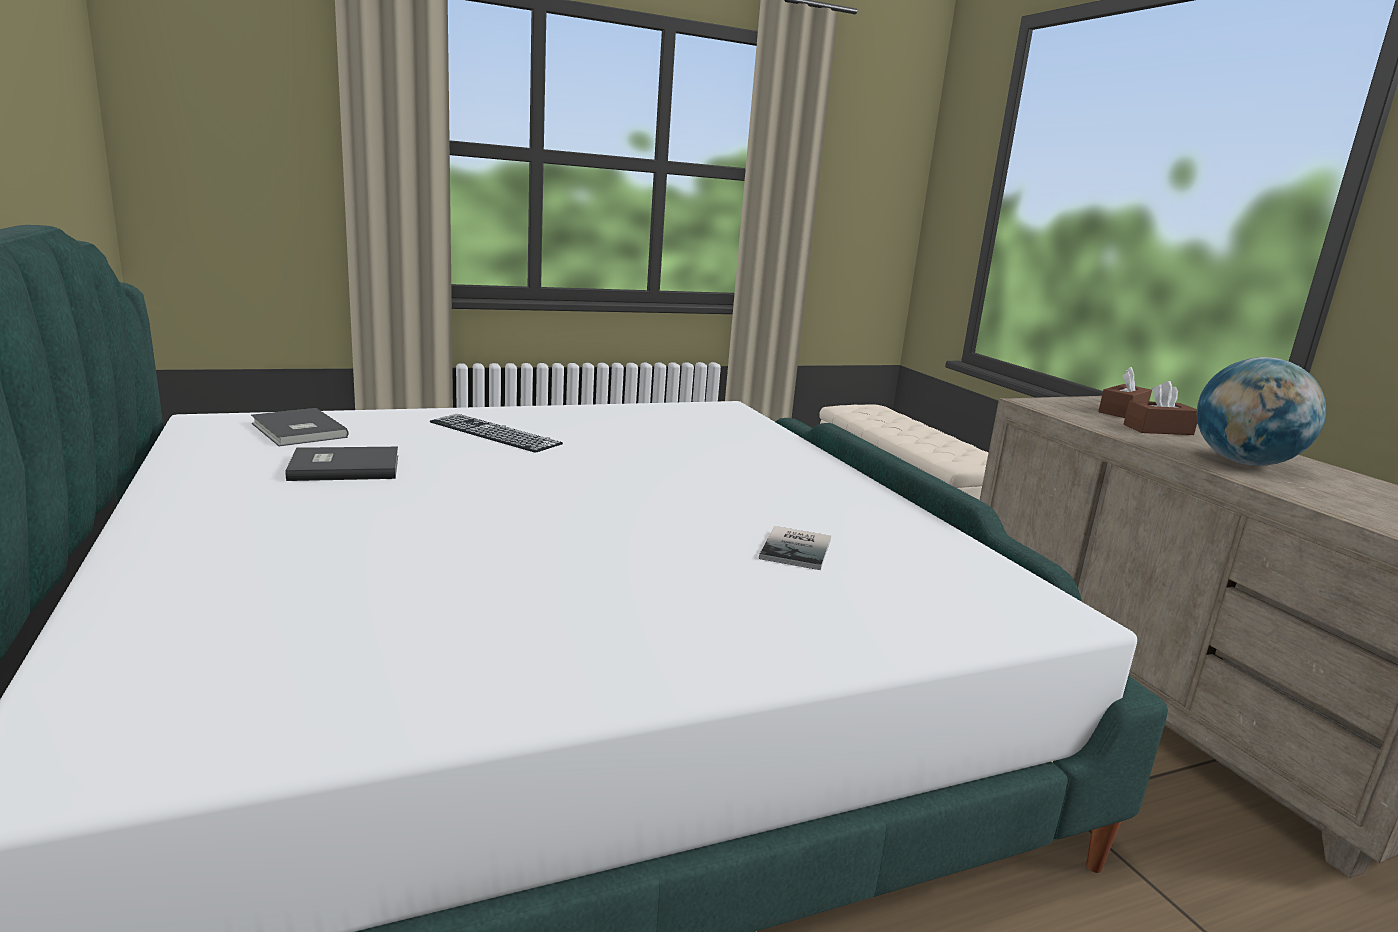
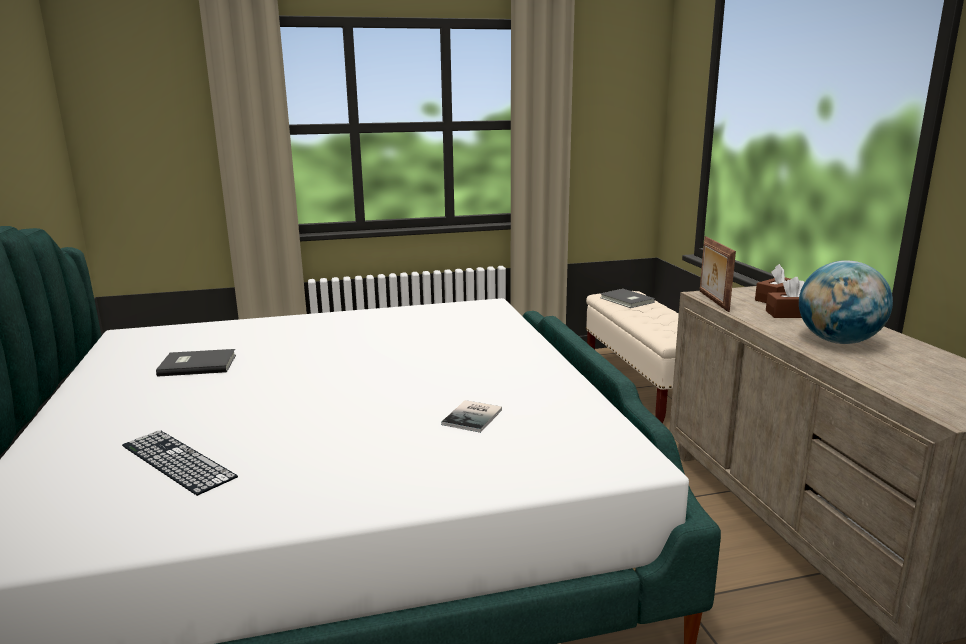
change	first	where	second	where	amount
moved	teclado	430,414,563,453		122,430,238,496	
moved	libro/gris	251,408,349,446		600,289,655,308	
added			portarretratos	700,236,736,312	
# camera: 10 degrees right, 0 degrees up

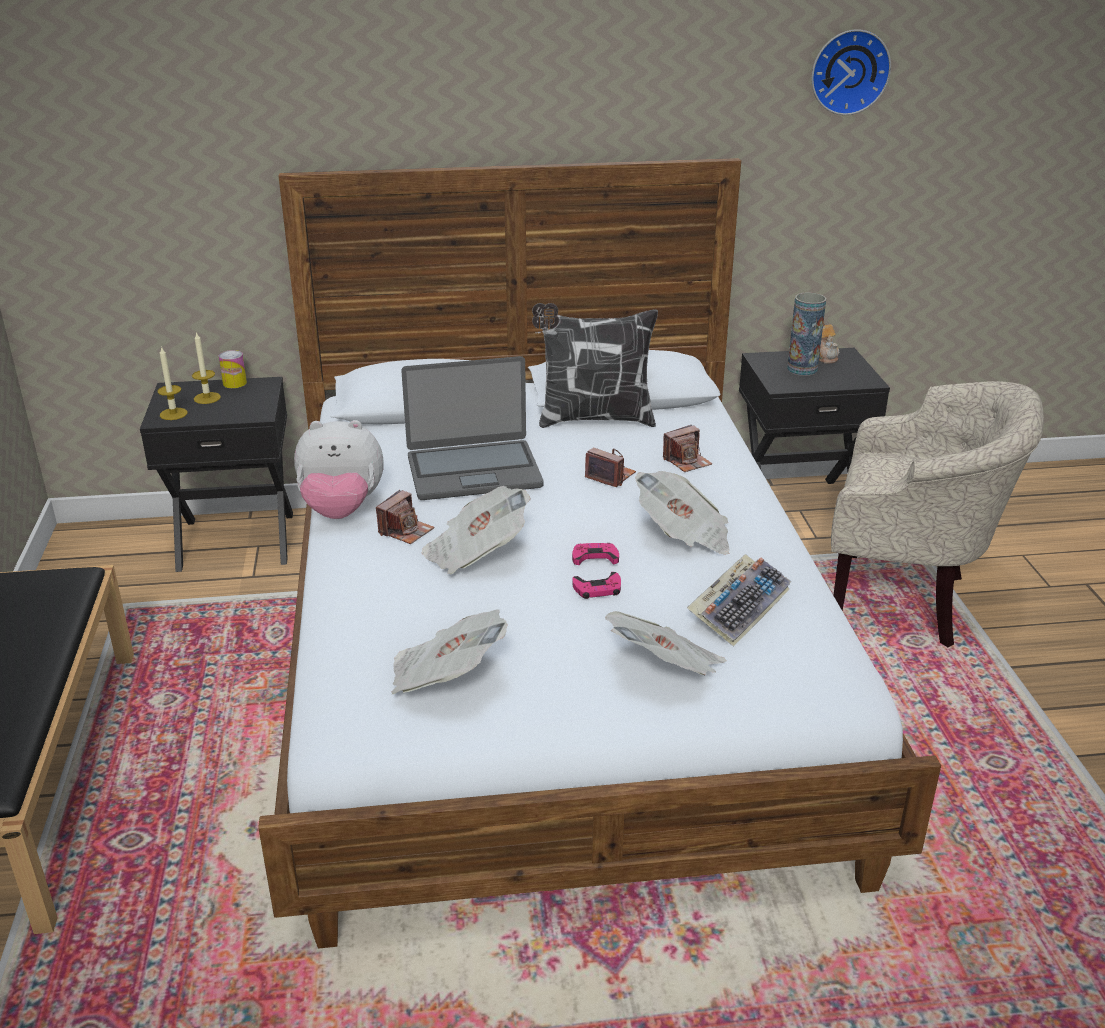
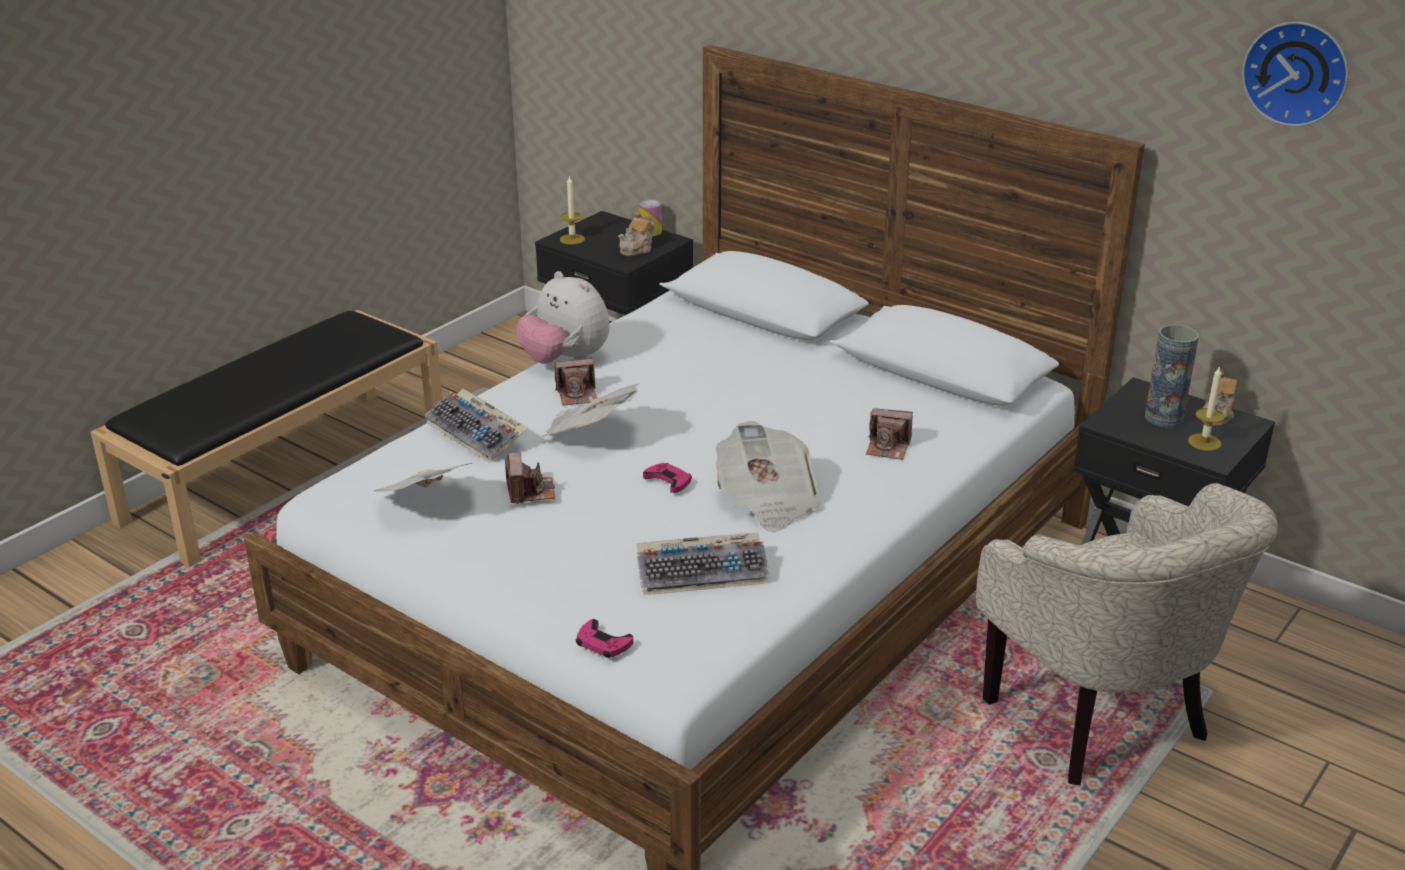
change	first	where	second	where	amount
added			teclado	425,389,528,463	
moved	cámara	585,448,636,487		505,452,555,504	
moved	mando de consola/rosa	572,572,621,599		576,619,633,658	
added			tetera	618,211,655,256	
moved	vela	192,332,221,404		1188,365,1224,451	
removed	portátil	401,356,544,500			
removed	cojín	532,303,658,428			
removed	periódico	605,611,727,675			
# camera: 45 degrees right, 0 degrees up

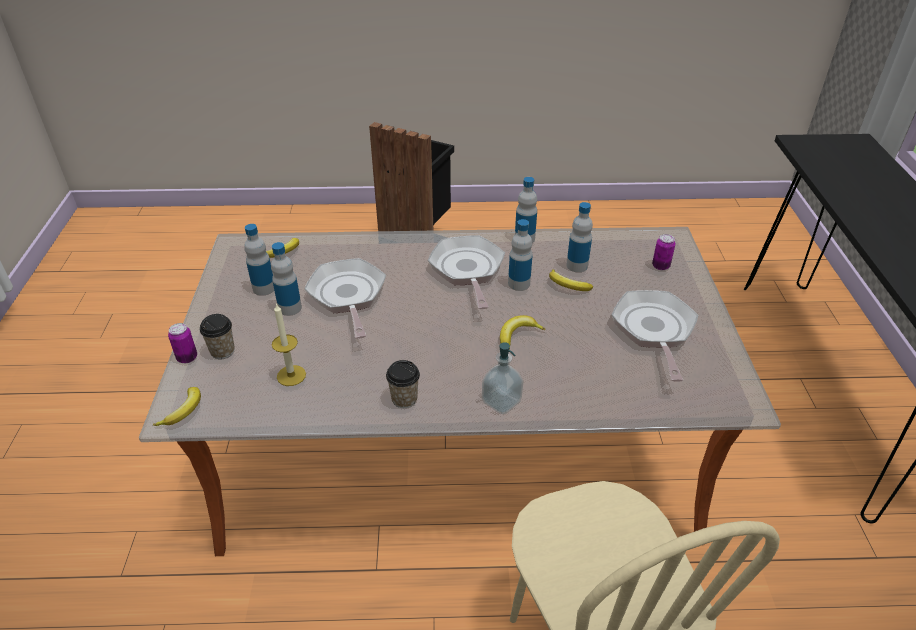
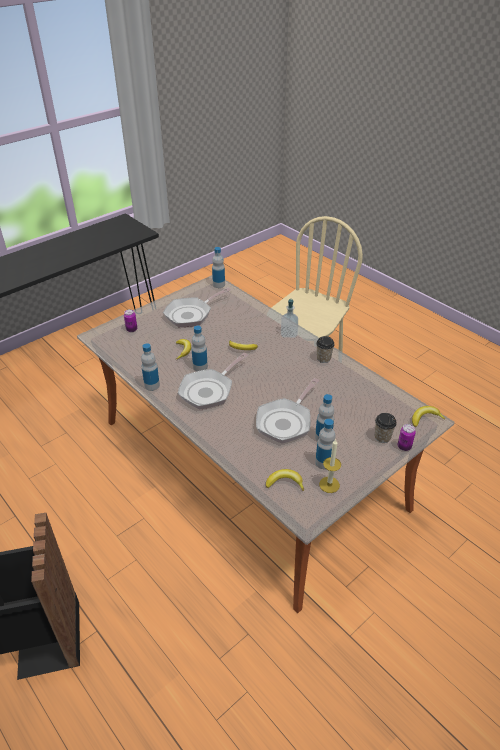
change	first	where	second	where	amount
moved	botella	566,202,593,272		212,247,225,288	
moved	vela	272,303,306,386		319,439,341,493	
# camera: 130 degrees left, 0 degrees up

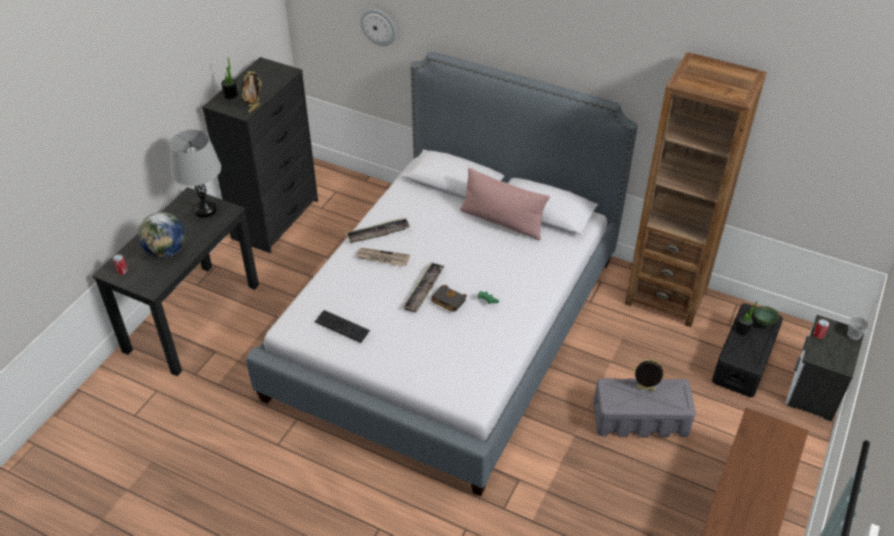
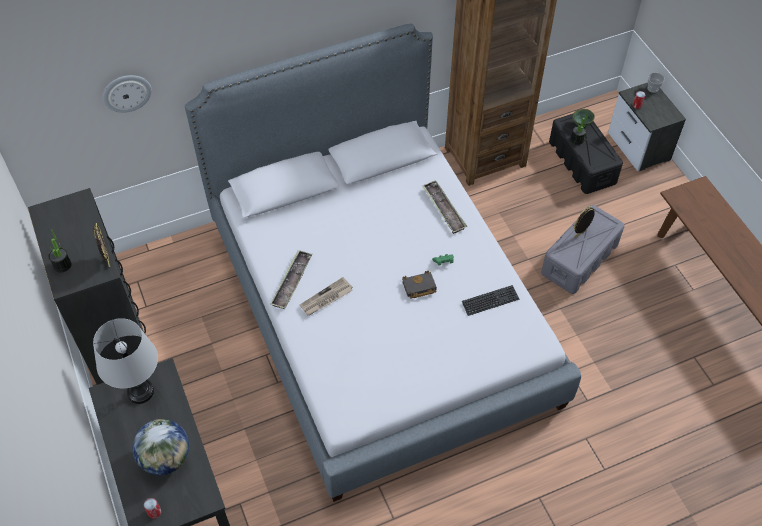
change	first	where	second	where	amount
moved	bandeja	403,262,445,313		422,180,467,234	
moved	teclado	315,310,370,343		462,285,519,316	
removed	cojín/rosa	460,168,550,240			
# camera: 50 degrees left, 10 degrees up

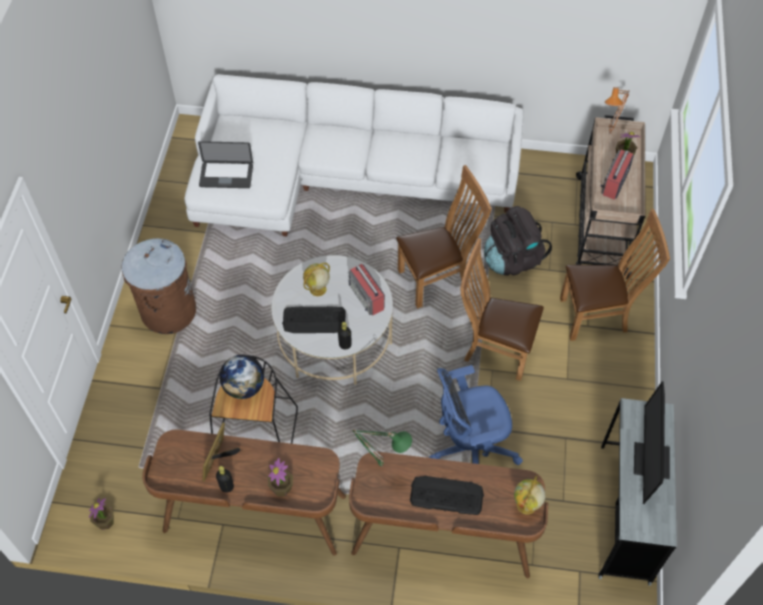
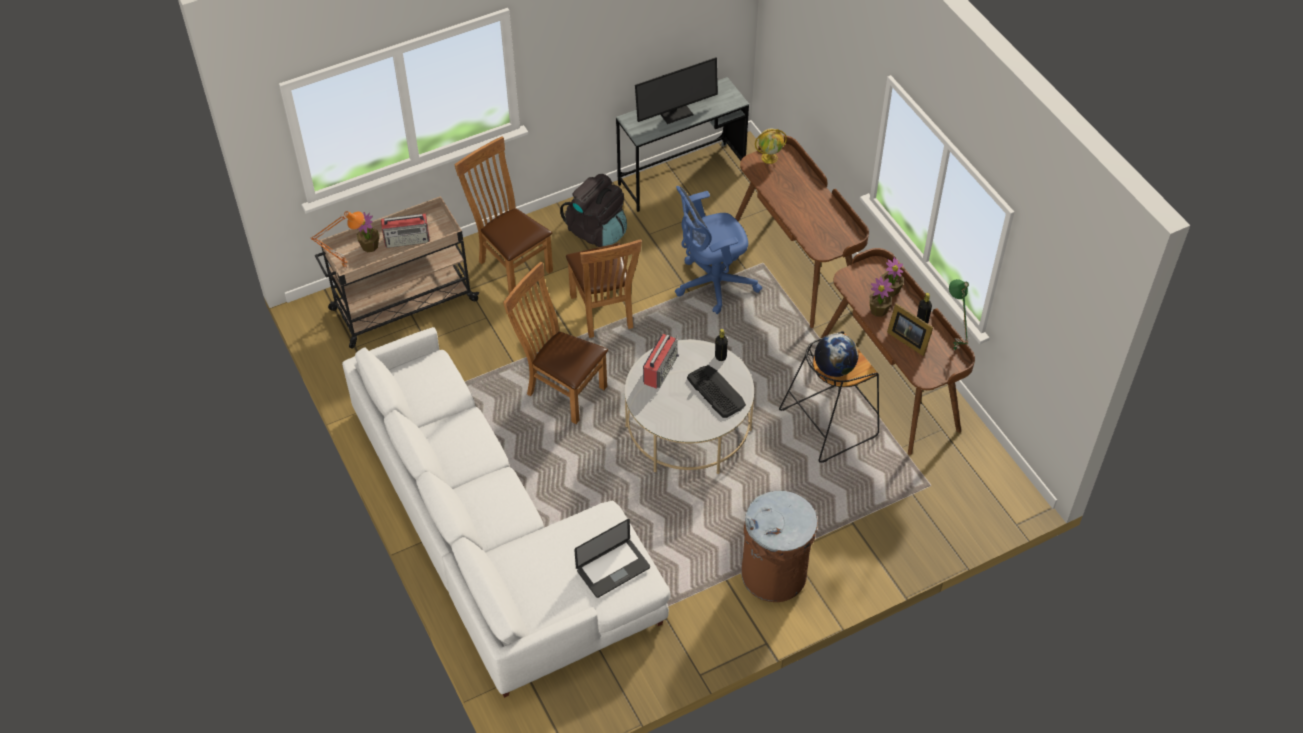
change	first	where	second	where	amount
moved	mochila/negro	484,206,552,275		560,174,627,247	
turned	portátil	198,141,253,188		574,519,650,598	90 degrees clockwise
turned	silla de oficina/azul	429,365,523,465		675,186,762,314	120 degrees clockwise
moved	planta en maceta	89,498,114,530		869,277,894,317	
turned	portarretratos	202,423,241,482		887,304,933,356	60 degrees clockwise
moved	lámpara de mesa/verde	352,429,412,467		949,279,969,351	
removed	globo terráqueo	303,263,330,296			
removed	teclado	410,476,484,515			
# camera: 125 degrees left, 5 degrees down

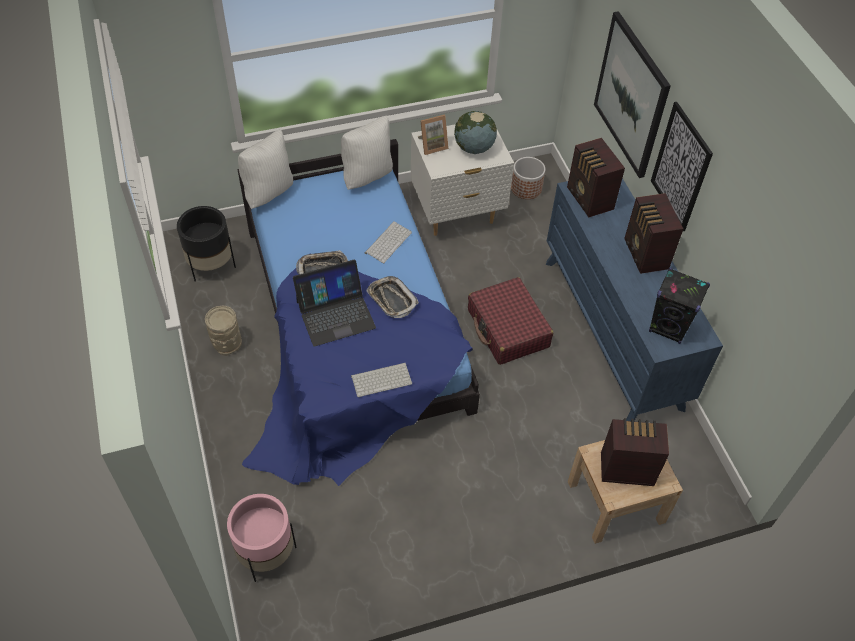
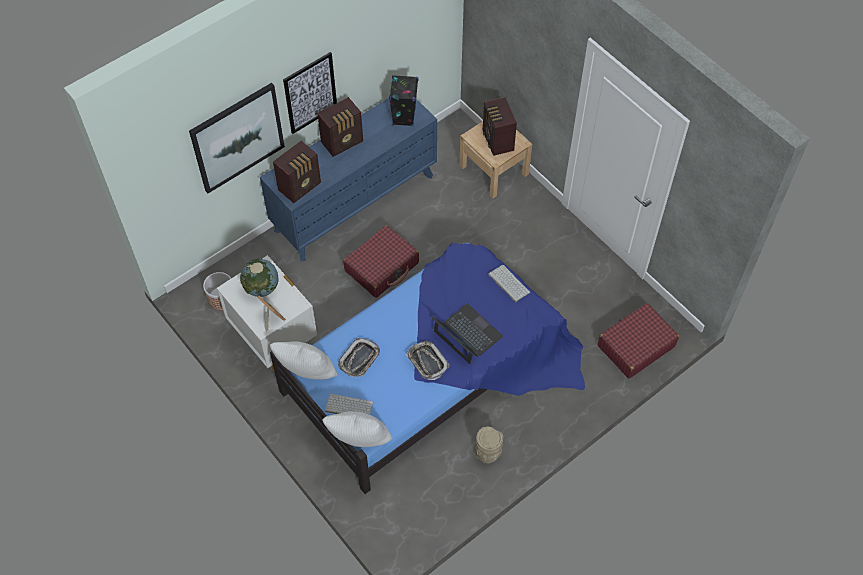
change	first	where	second	where	amount
moved	teclado	365,221,412,263		325,394,373,415	
moved	bandeja	366,276,419,318		338,338,380,377	
replaced	maceta/rosa	227,494,297,582	maleta/rojo	597,303,679,379	
removed	maceta/negro	177,206,236,281			
# camera: 110 degrees left, 5 degrees up

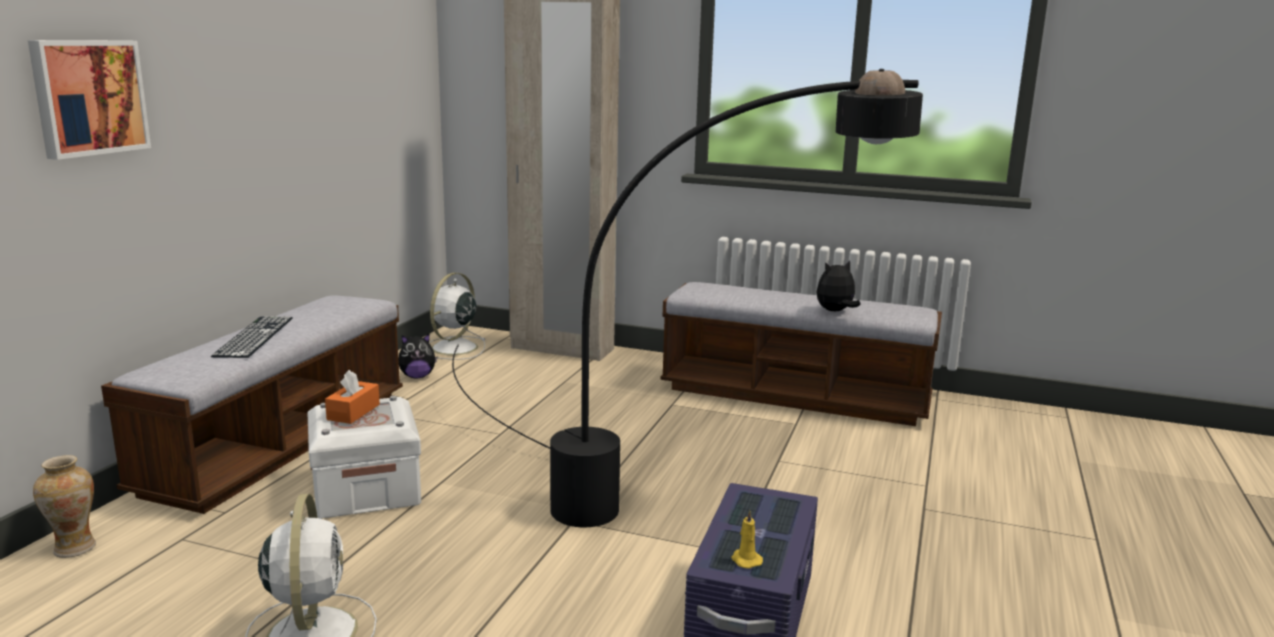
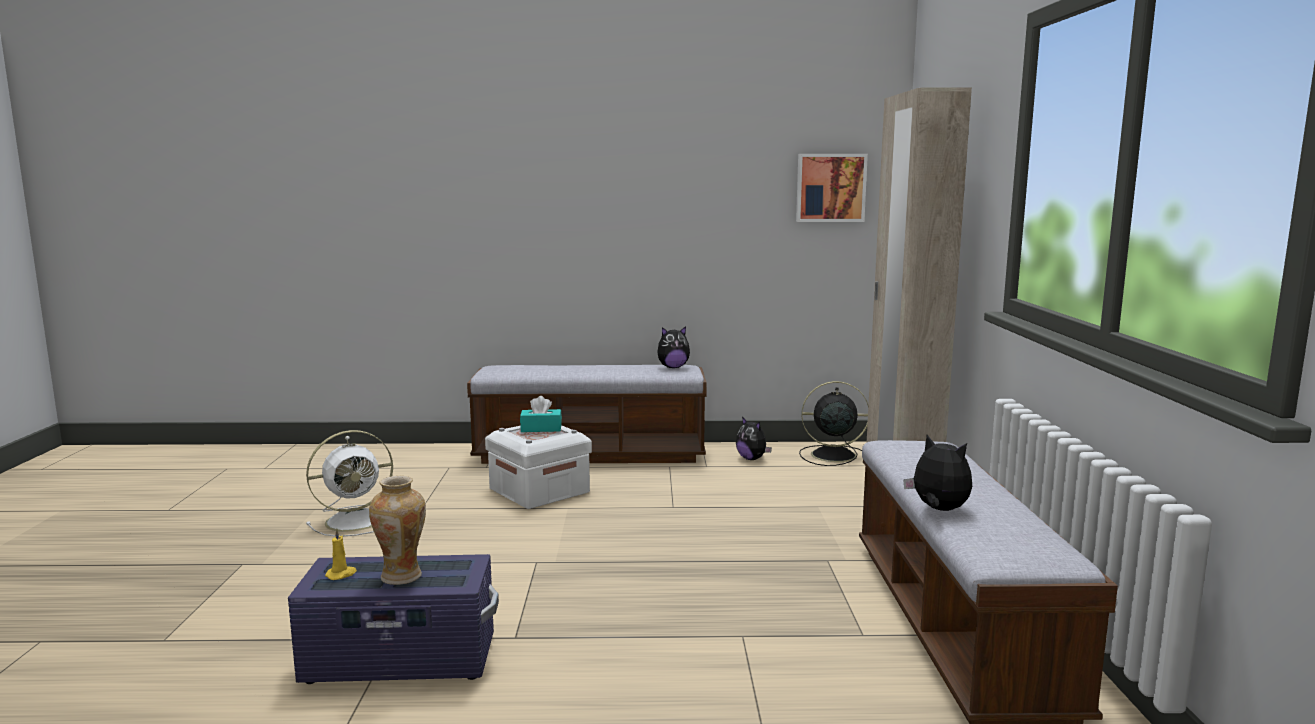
change	first	where	second	where	amount
moved	florero	33,455,96,558		369,476,426,585	
recoloured	caja de pañuelos/naranja	325,370,380,424	caja de pañuelos/turquesa	520,396,562,432	
added			peluche	657,326,690,368	
moved	cuadro	28,40,151,160		796,154,868,222	
recoloured	ventilador/blanco	429,273,485,360	ventilador/negro	799,381,868,466	
removed	teclado	211,316,293,358			
removed	lámpara de pie/negro	452,69,923,527			
# camera: 70 degrees right, 5 degrees down

